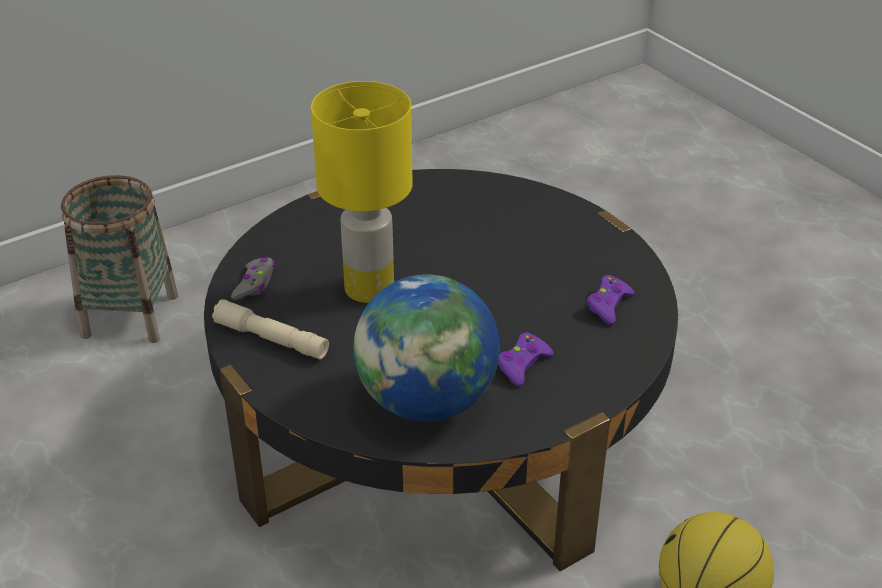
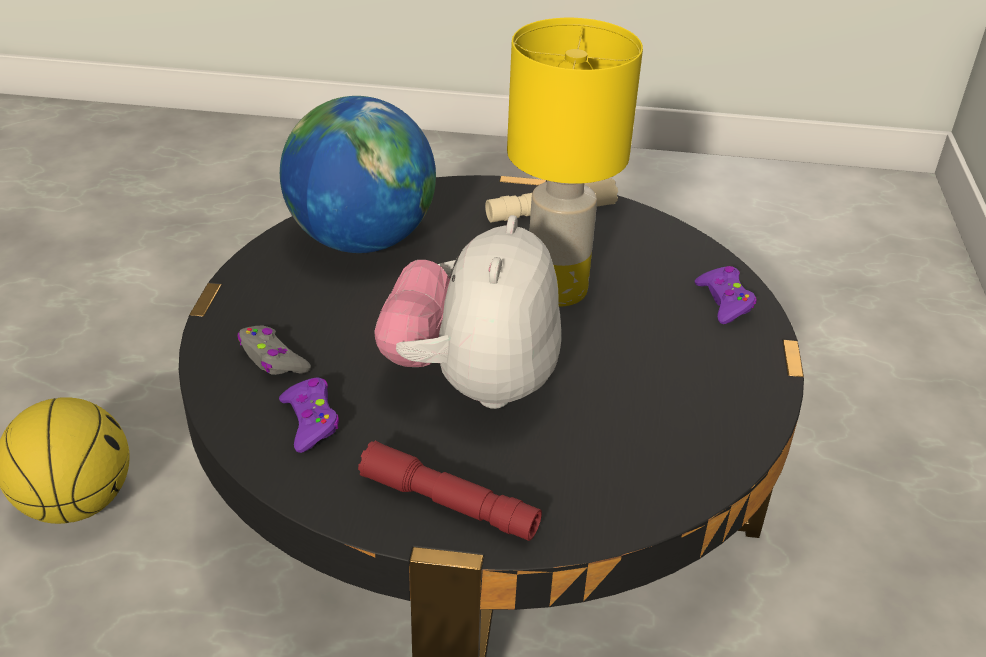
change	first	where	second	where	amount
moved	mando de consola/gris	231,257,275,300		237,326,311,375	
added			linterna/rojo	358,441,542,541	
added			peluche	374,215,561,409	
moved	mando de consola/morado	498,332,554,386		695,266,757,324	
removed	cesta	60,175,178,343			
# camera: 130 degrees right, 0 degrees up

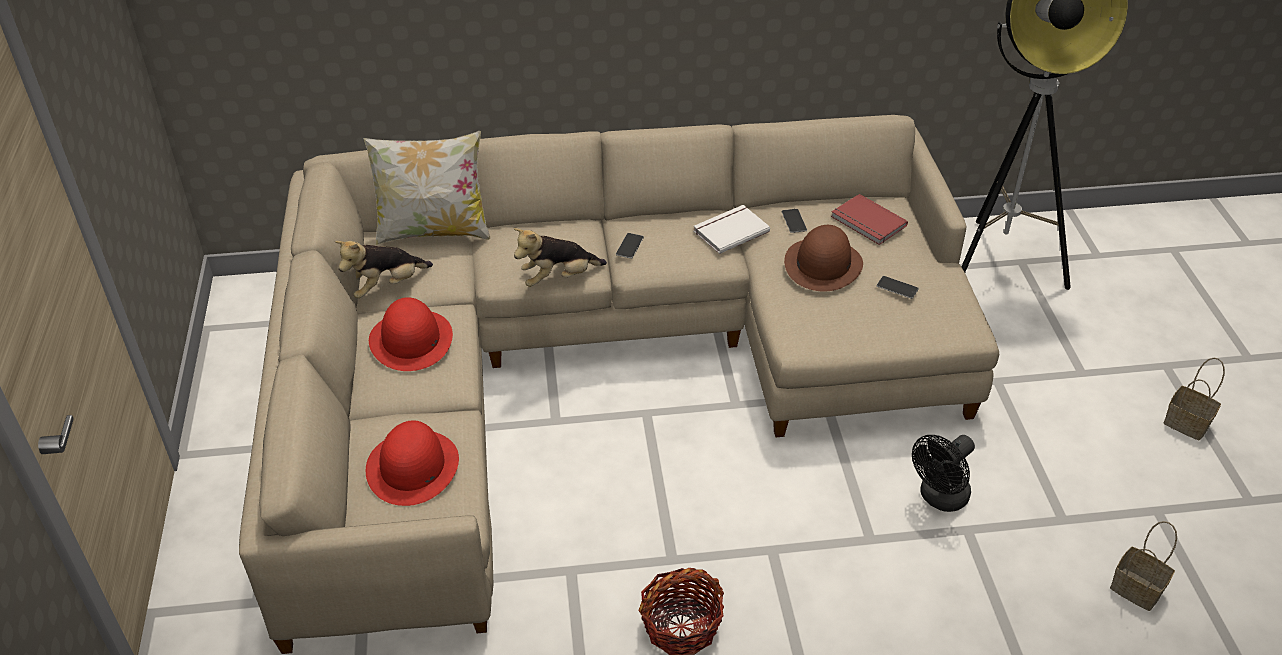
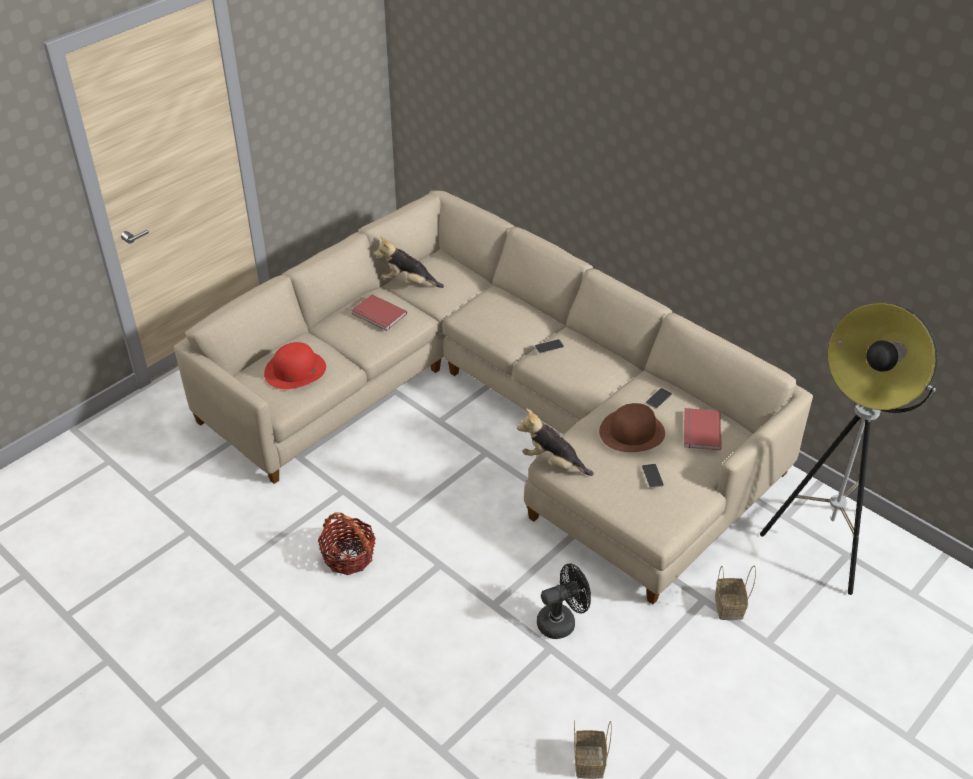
change	first	where	second	where	amount
replaced	sombrero/rojo	369,297,453,371	libro/rojo	351,294,407,331	
moved	peluche	514,228,607,287		517,408,594,476	
turned	ventilador/negro	912,435,975,512		537,563,591,639	150 degrees clockwise
moved	cesta	1164,358,1225,440		715,565,756,620	
removed	cojín	363,131,490,245			
removed	libro/blanco	694,205,770,254			
# camera: 50 degrees right, 0 degrees up

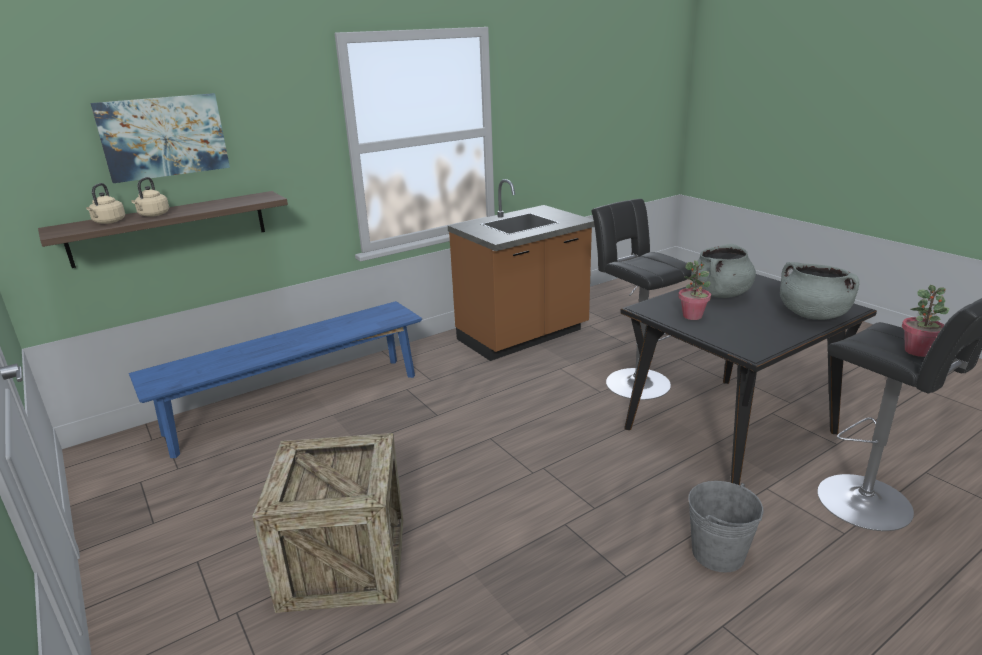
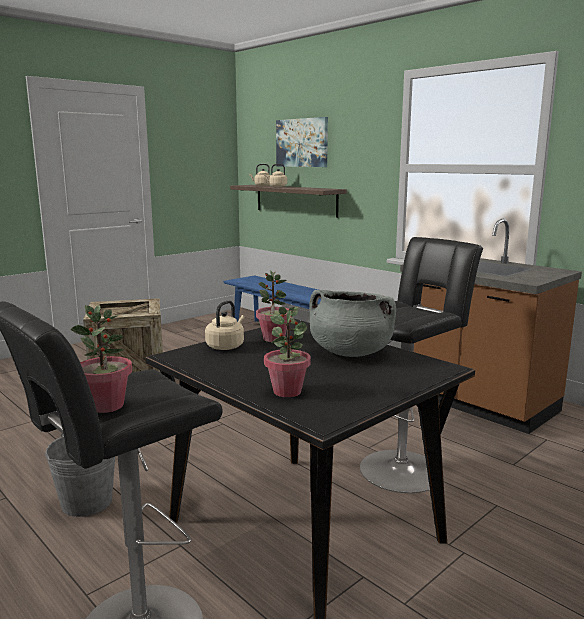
change	first	where	second	where	amount
added			hervidor/beis	205,300,245,350	
replaced	olla/gris	780,262,859,320	planta en maceta	264,307,311,397	
# camera: 80 degrees right, 10 degrees down

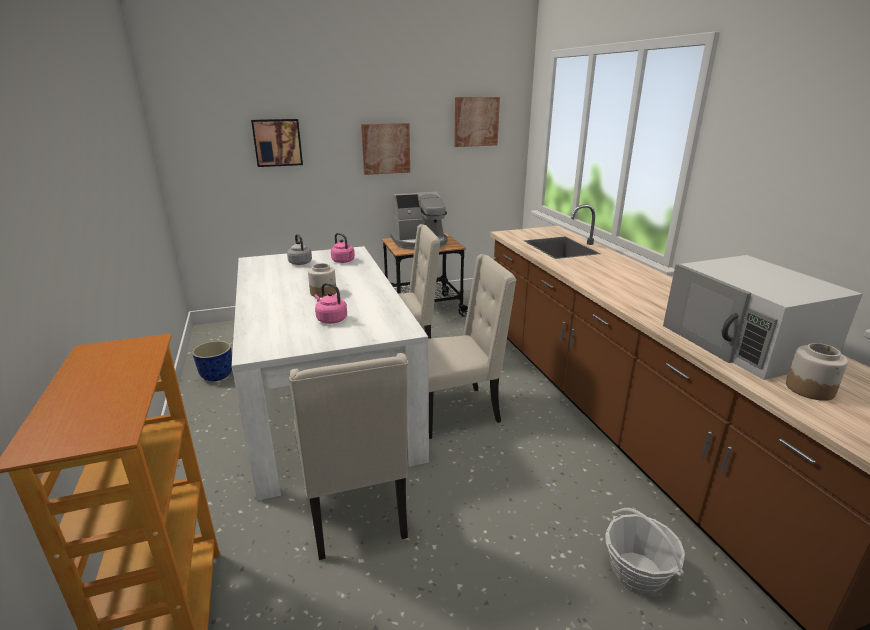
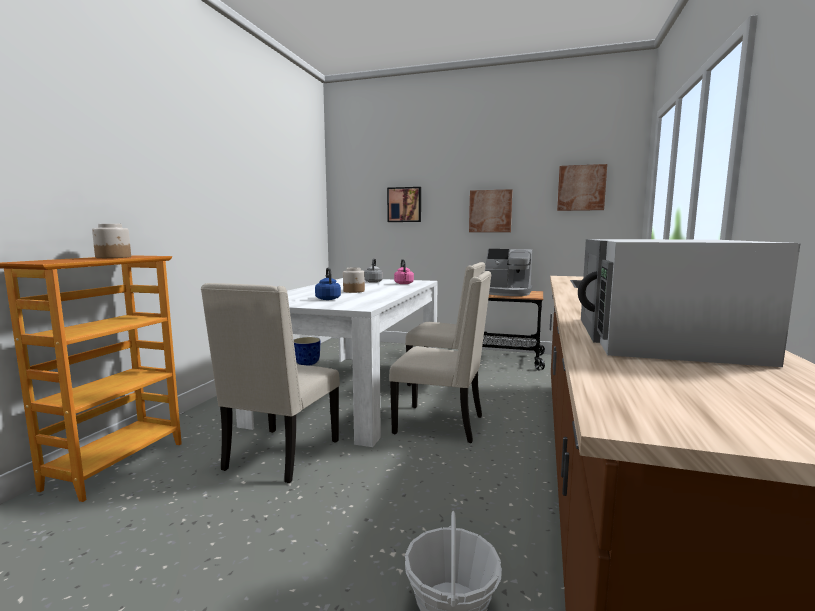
change	first	where	second	where	amount
moved	tarro	786,343,848,401		92,224,131,258	
recoloured	hervidor/rosa	314,283,347,324	hervidor/azul	315,268,341,300	
# camera: 35 degrees right, 15 degrees down

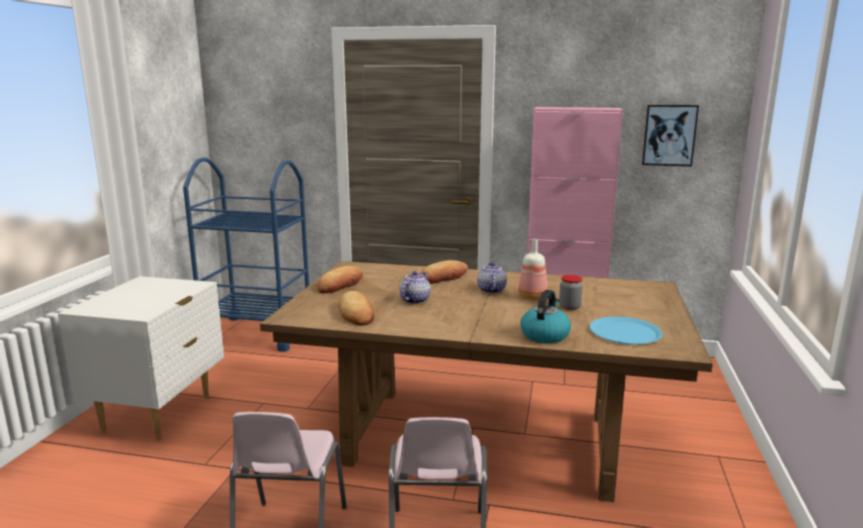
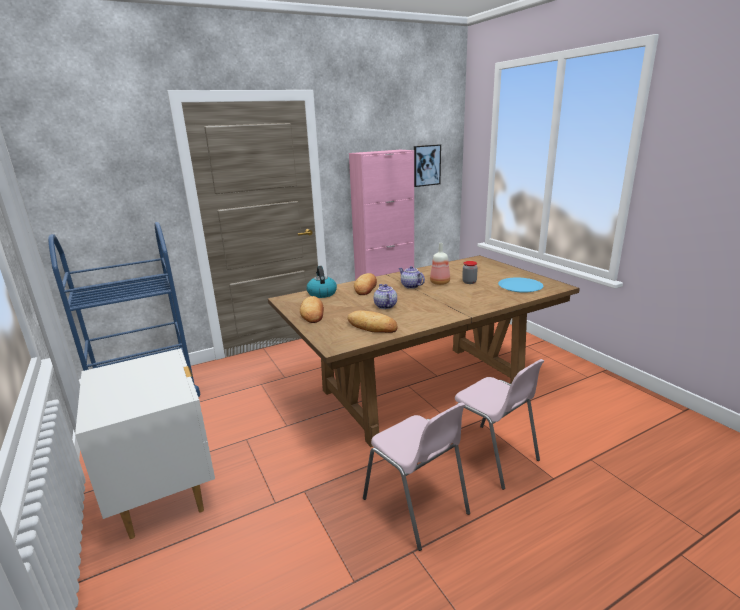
change	first	where	second	where	amount
moved	hervidor	520,290,571,343		307,266,337,298	
# camera: 40 degrees left, 5 degrees up

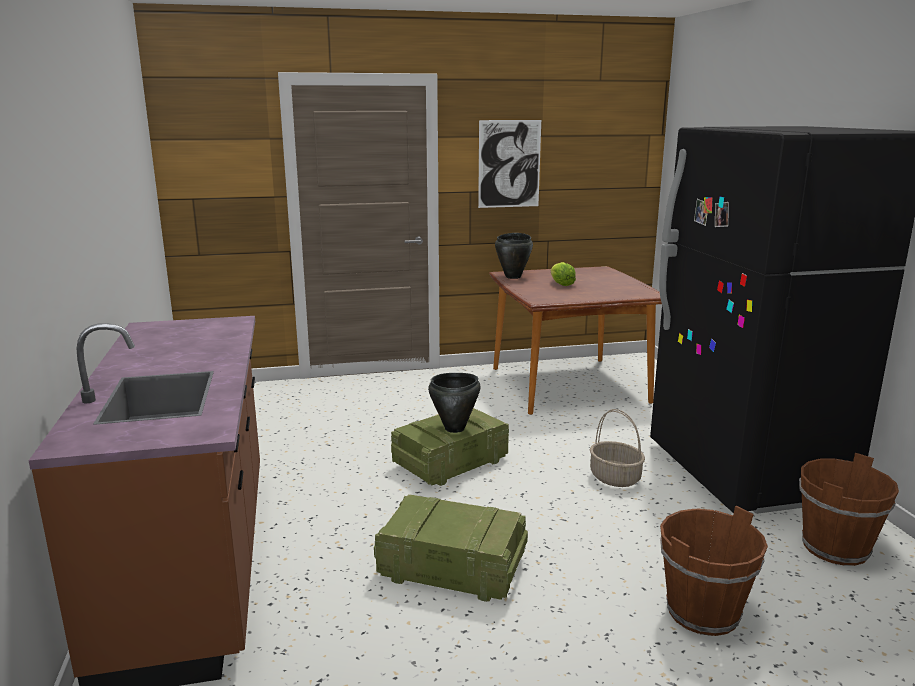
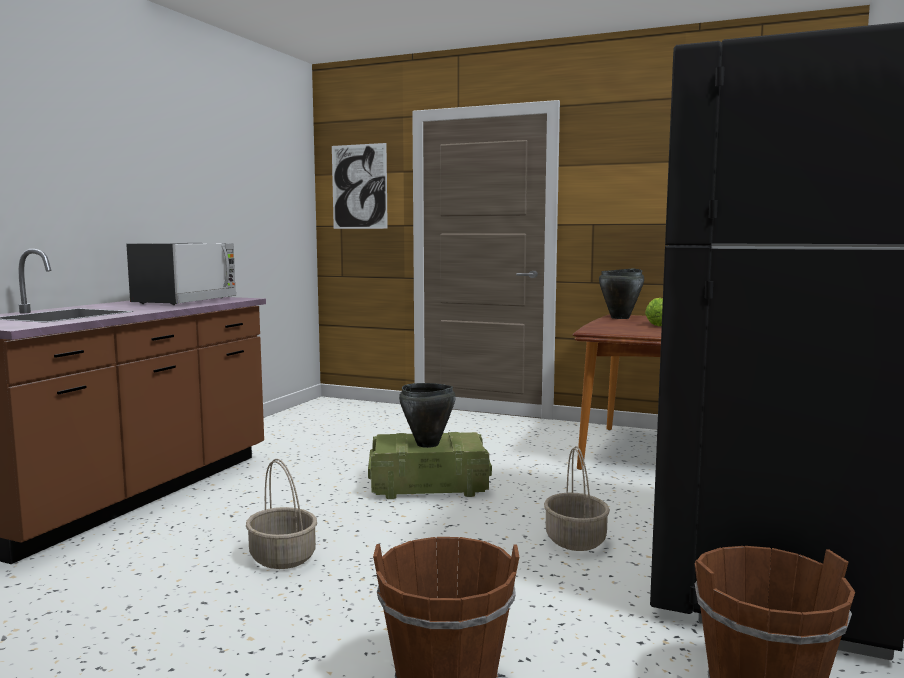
change	first	where	second	where	amount
added			microondas	126,243,236,305	
replaced	caja de embalaje	374,494,528,602	cesta	246,459,317,569	
moved	cuadro	478,120,541,208		332,143,388,229	
# camera: 35 degrees right, 10 degrees down

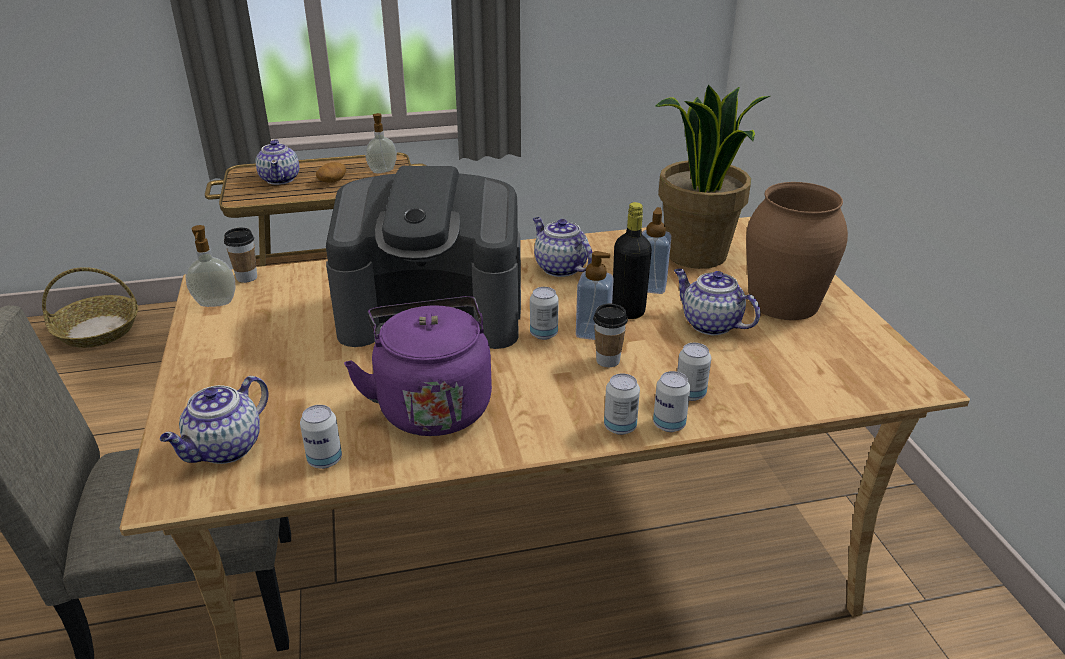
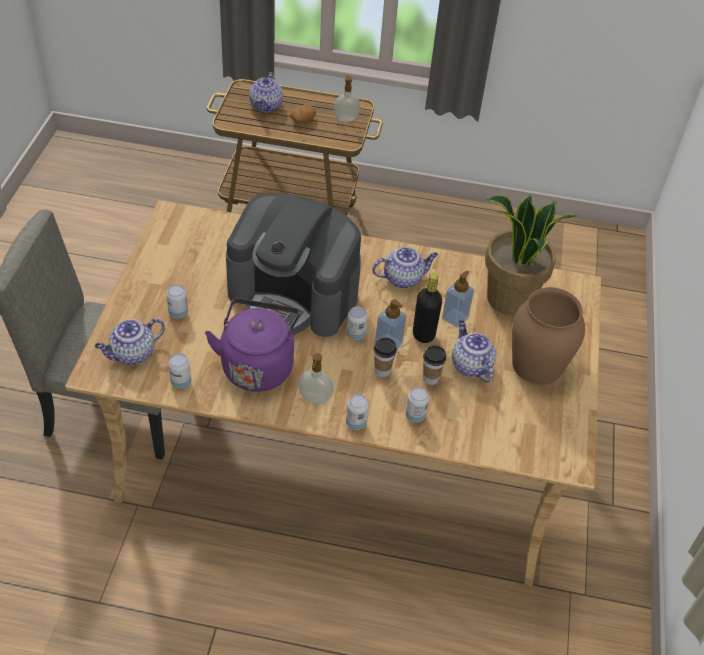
change	first	where	second	where	amount
moved	lata	653,371,691,432		166,284,188,319	
moved	dispensador de jabón	186,225,236,307		298,353,334,404	
turned	tetera	533,217,592,277		372,247,438,288	90 degrees clockwise
moved	taza	224,228,257,283		423,345,446,385	
removed	cesta	42,267,138,348			
# camera: 20 degrees right, 15 degrees up

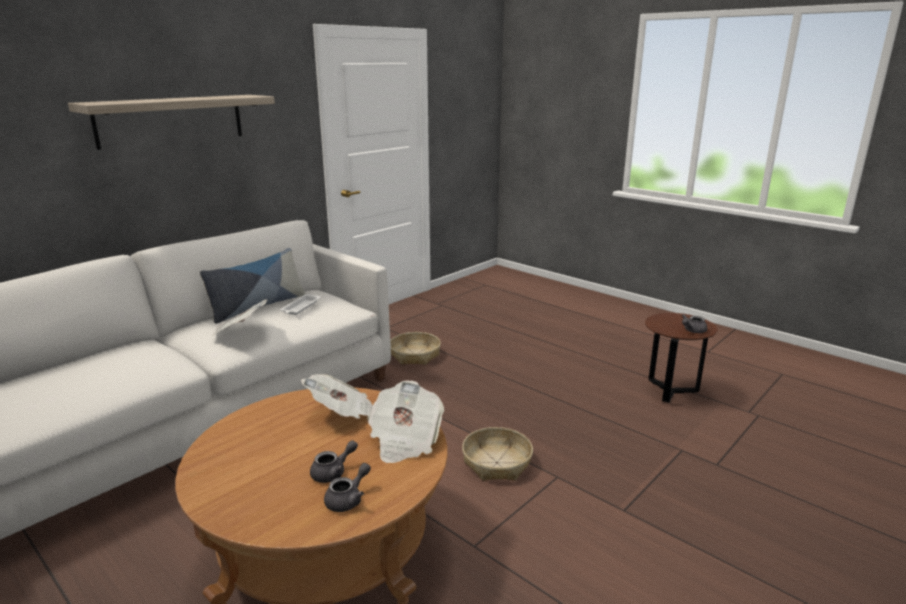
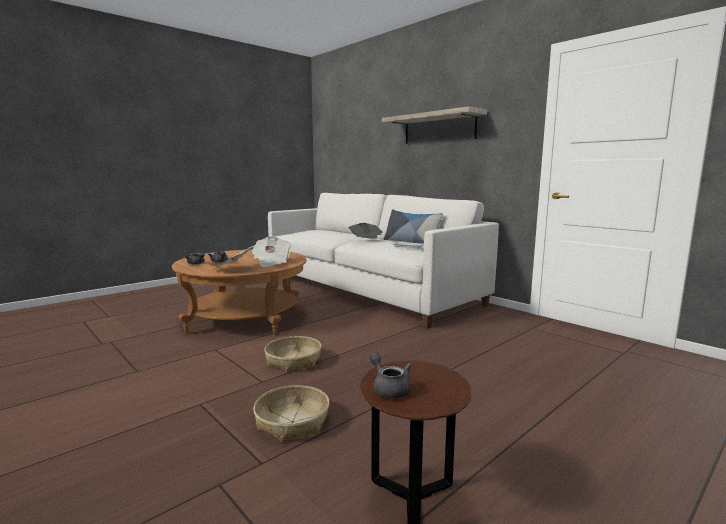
change	first	where	second	where	amount
moved	cesta	390,332,441,365		253,385,330,443	
# camera: 95 degrees right, 10 degrees down

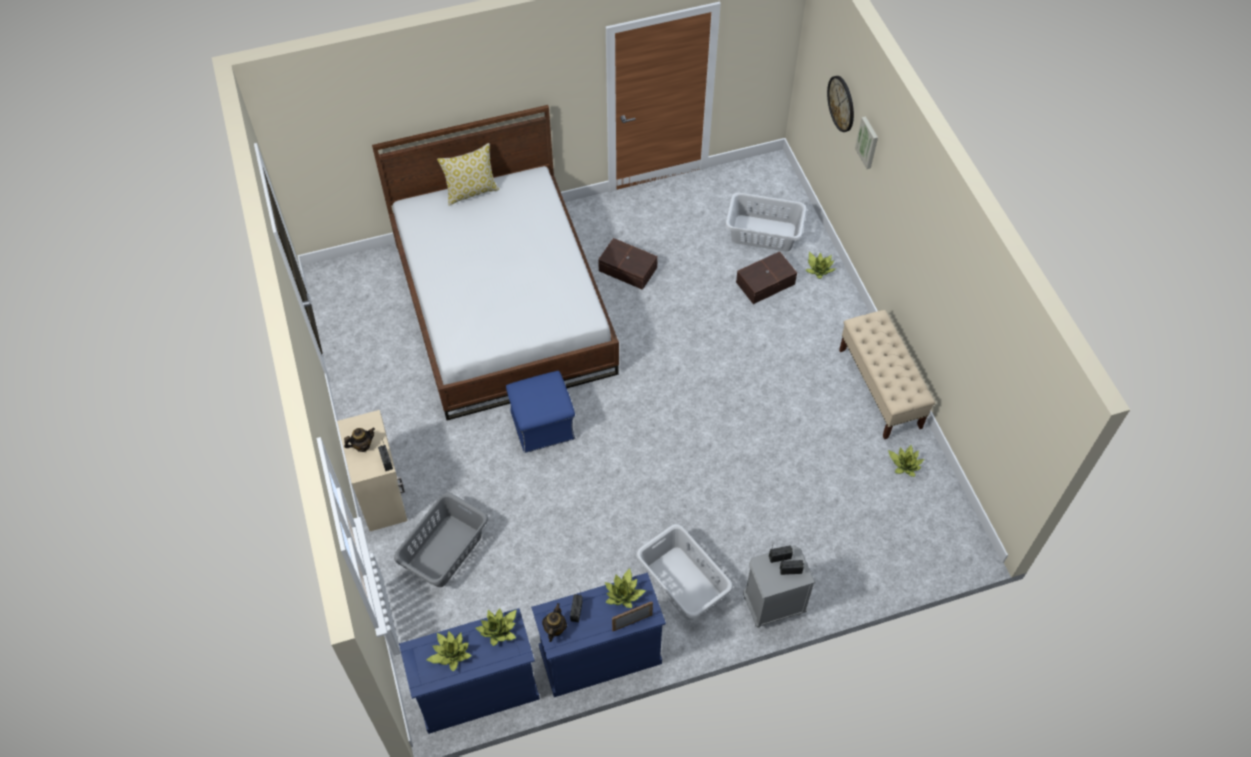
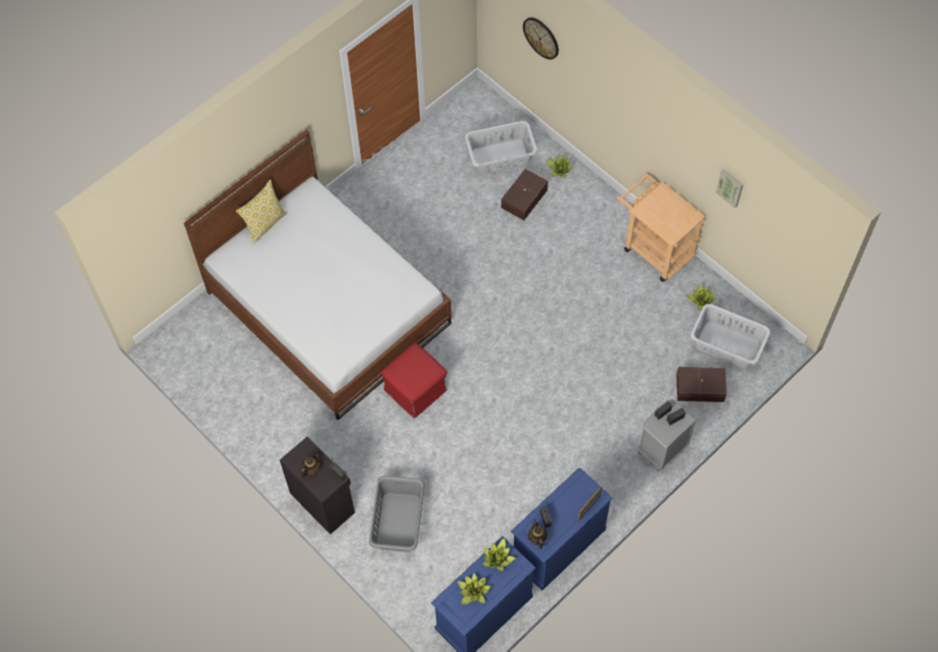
change	first	where	second	where	amount
recoloured	armario/beis	337,410,408,531	armario/negro	280,436,355,534	
recoloured	puf/azul	506,371,575,453	puf/rojo	381,343,447,419	
replaced	banco/beis	839,310,935,440	carrito/beis	617,173,706,282	
moved	caja de almacenaje/marrón	598,238,658,290		676,367,727,402	
moved	cesto de la ropa/gris	636,524,733,620		690,304,771,369	
moved	cuadro	855,116,878,169		716,169,743,208	
removed	planta en maceta	605,568,646,608			
# camera: 25 degrees left, 5 degrees up

